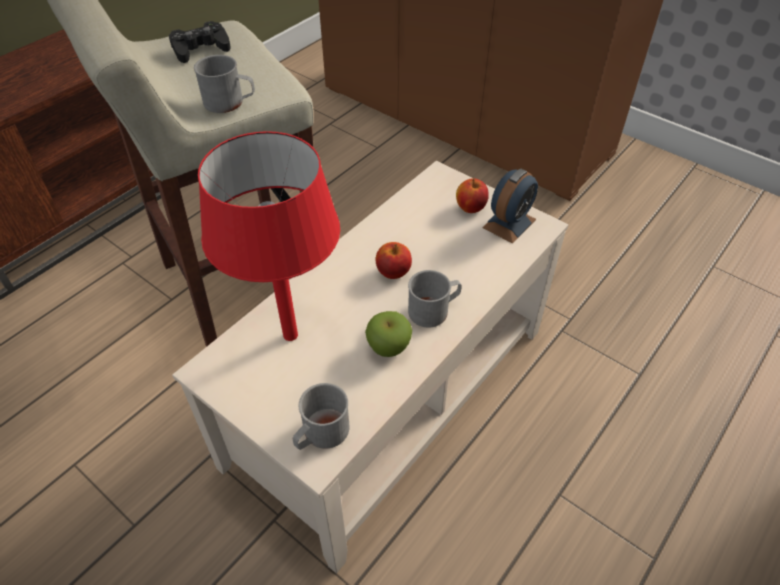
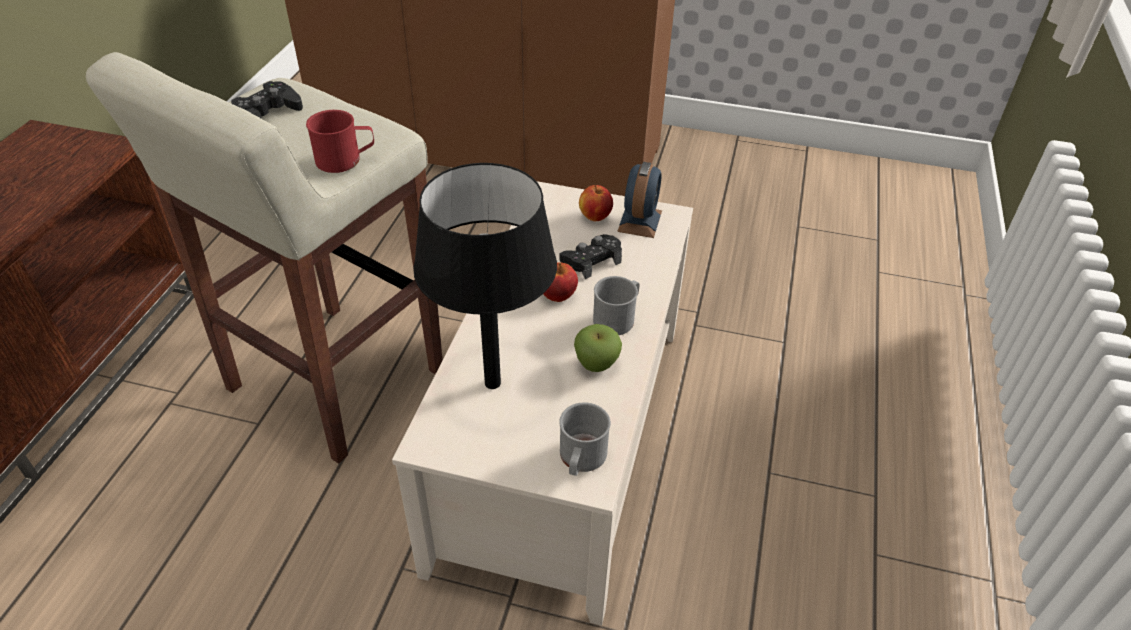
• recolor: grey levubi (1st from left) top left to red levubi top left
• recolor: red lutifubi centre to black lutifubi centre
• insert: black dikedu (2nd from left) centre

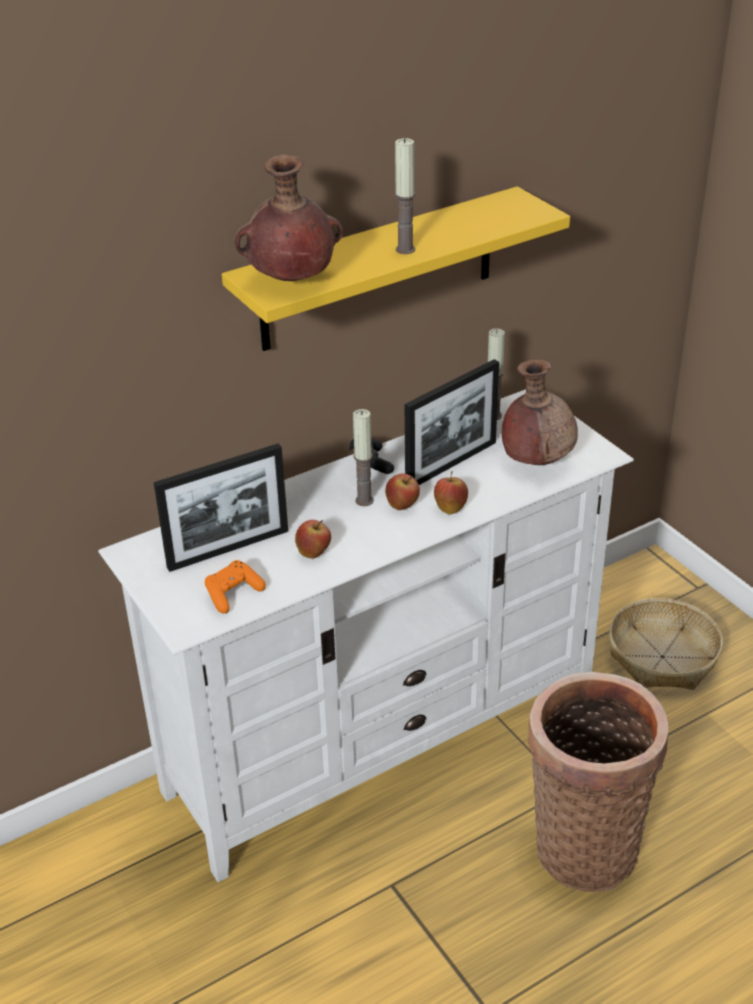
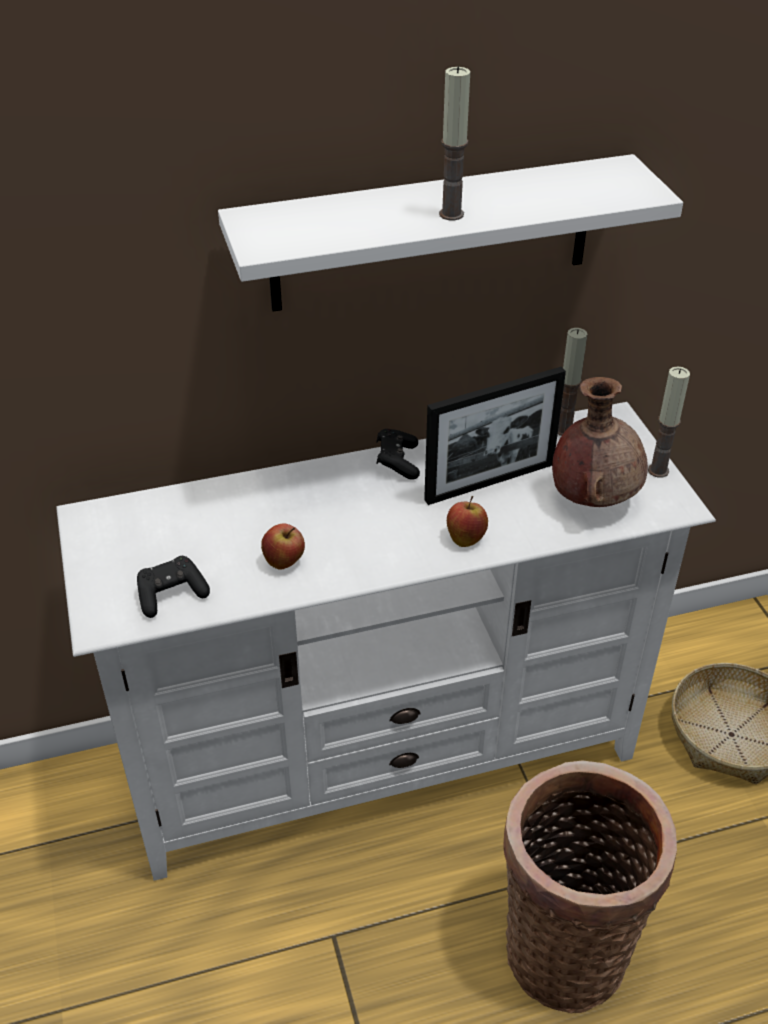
• delete: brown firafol (1st from left) top centre
• recolor: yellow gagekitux top centre to white gagekitux top centre
• move: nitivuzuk (1st from left in the first image) centre to nitivuzuk (3rd from left) middle right
• delete: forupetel (1st from left) middle left
• delete: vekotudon (2nd from left) centre
• recolor: orange dikedu middle left to black dikedu (1st from left) middle left

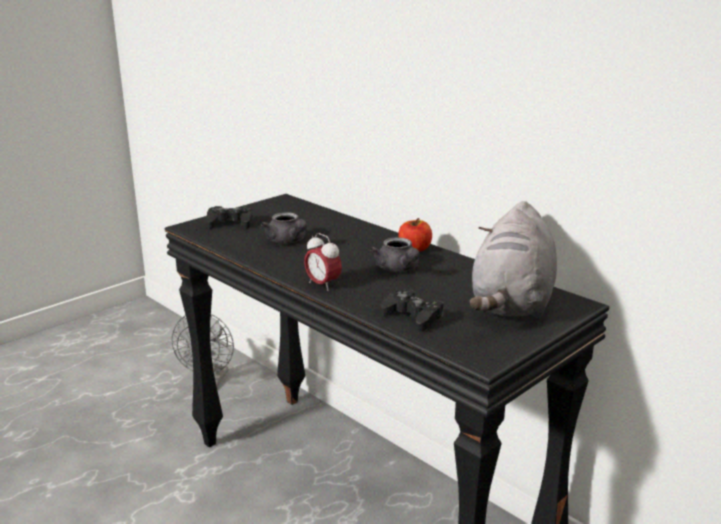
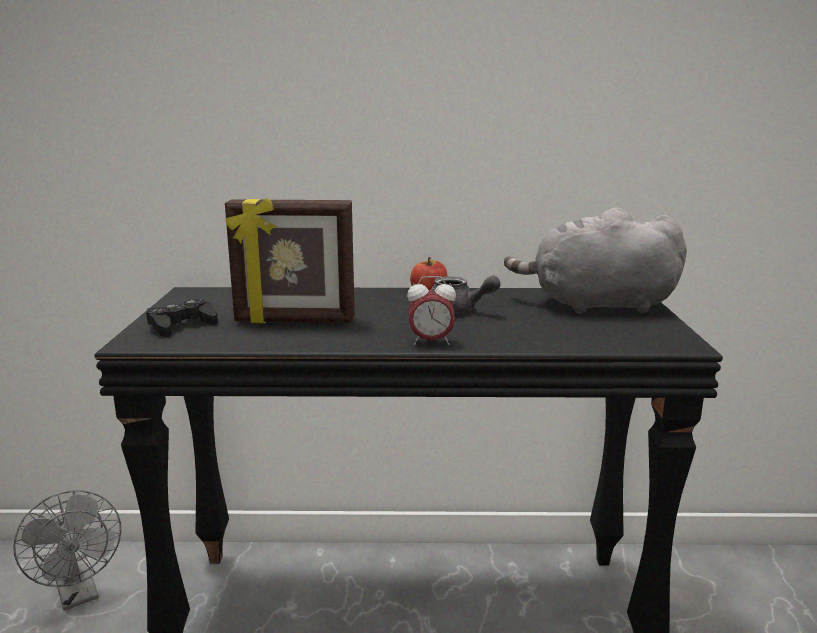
• rotate: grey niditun middle right = middle right 120 degrees clockwise
• replace: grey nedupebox (1st from left) centre to forupetel centre
• delete: black dikedu (2nd from left) centre

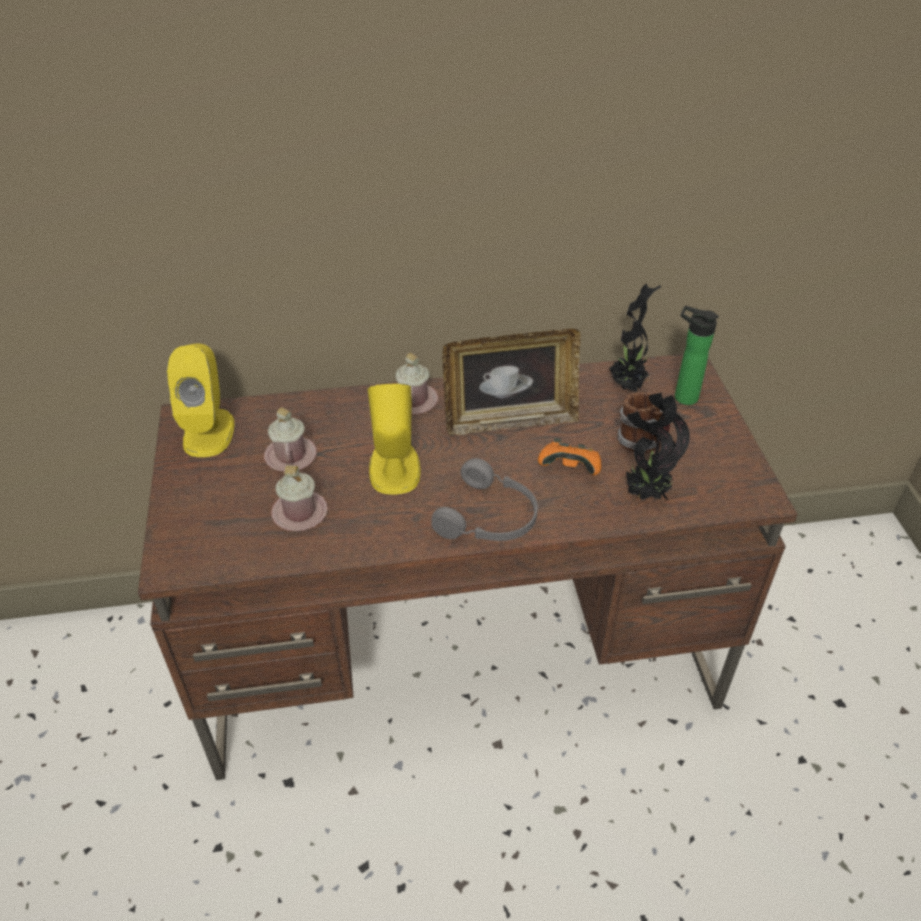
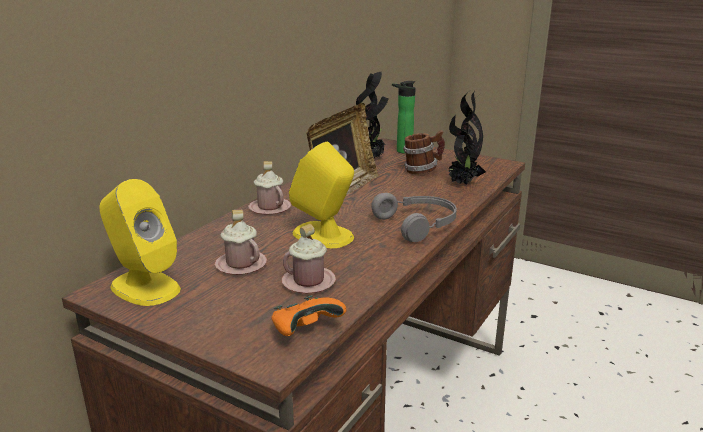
• move: orange dikedu centre to bottom centre

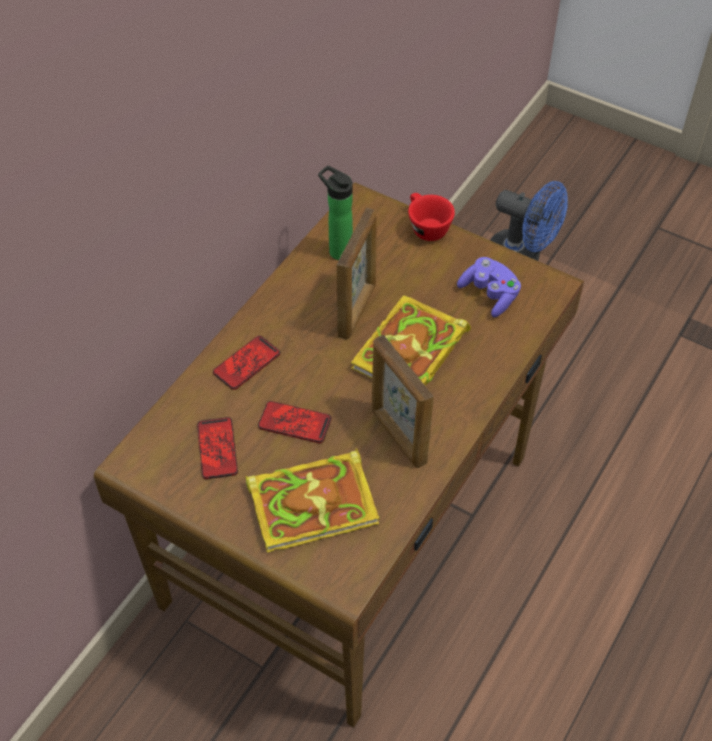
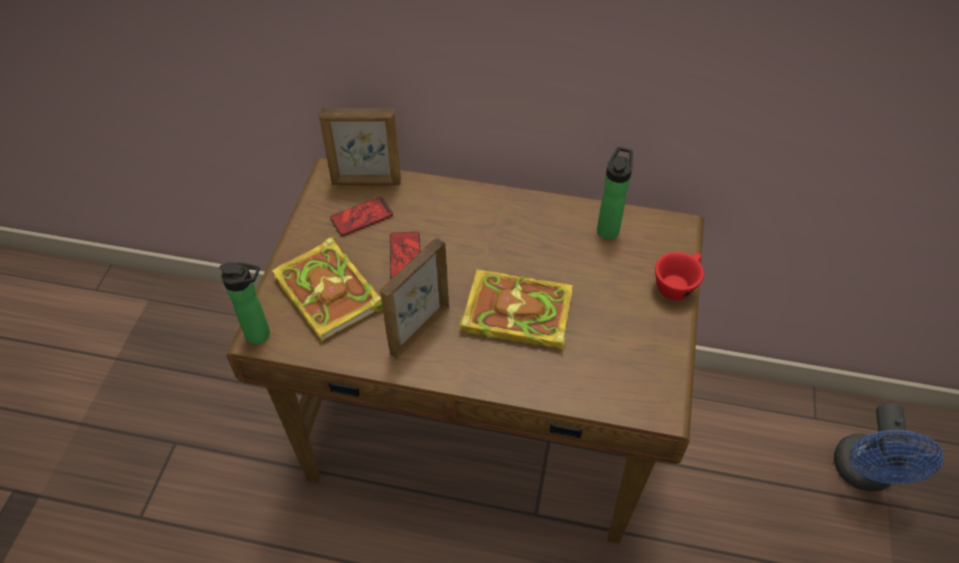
• move: forupetel (1st from left) centre to top centre
• delete: purple dikedu middle right
• delete: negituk (2nd from left) centre
• insert: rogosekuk (1st from left) middle left

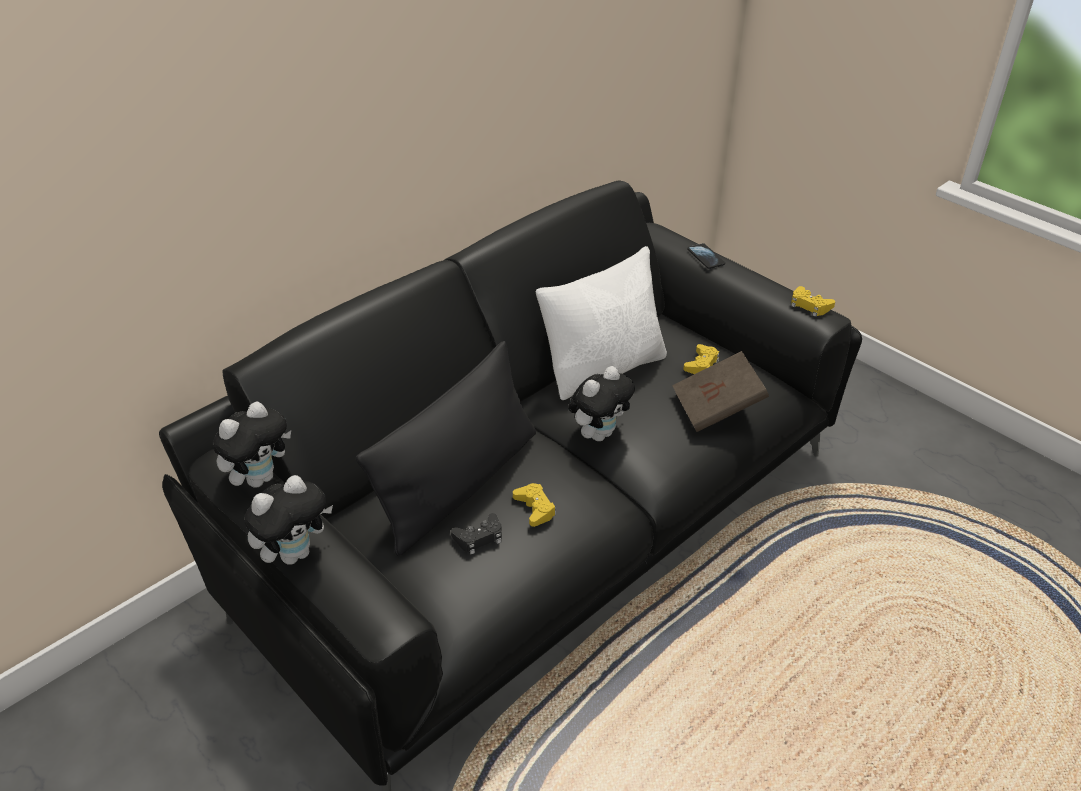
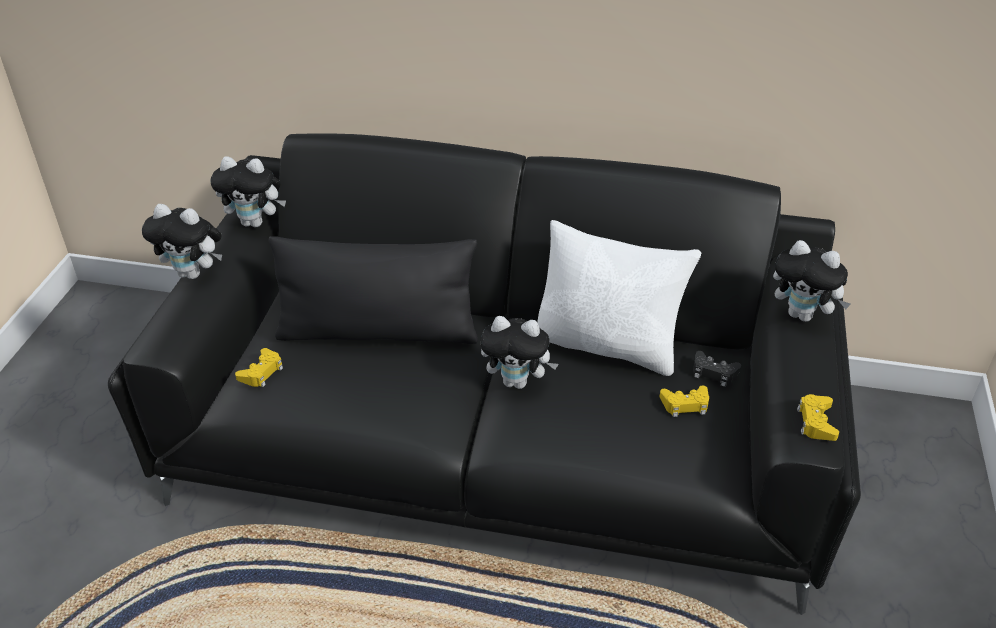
• replace: negituk top centre to niditun (4th from left) middle right
• delete: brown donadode centre
• move: yellow dikedu (1st from left) centre to middle left
• move: black dikedu bottom centre to middle right

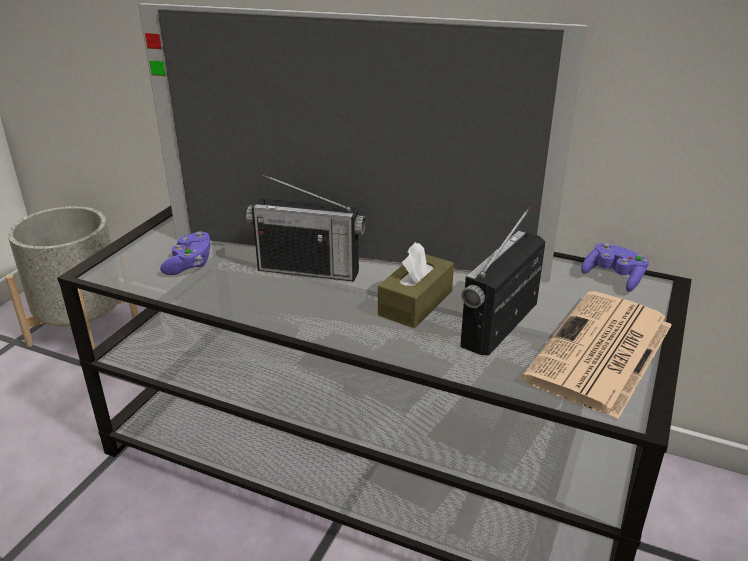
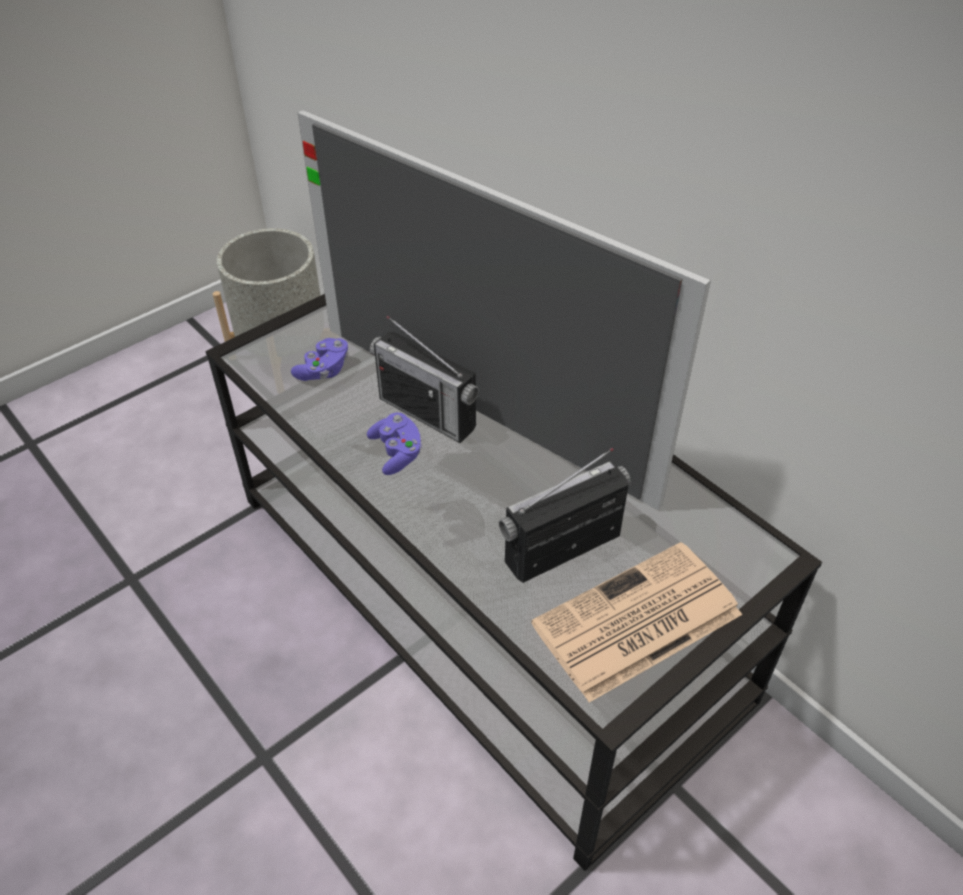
• delete: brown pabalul centre
• move: purple dikedu (2nd from left) middle right to centre

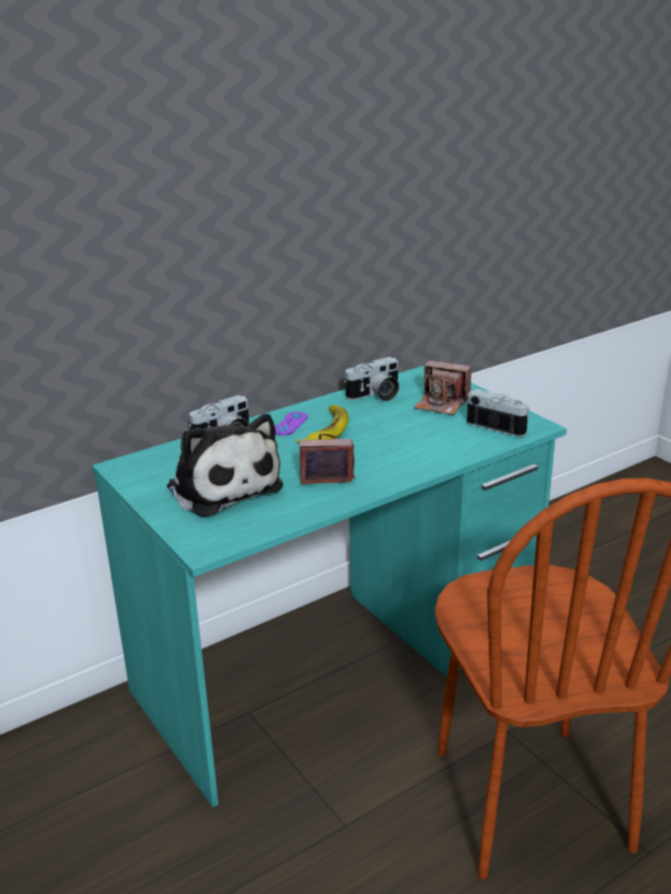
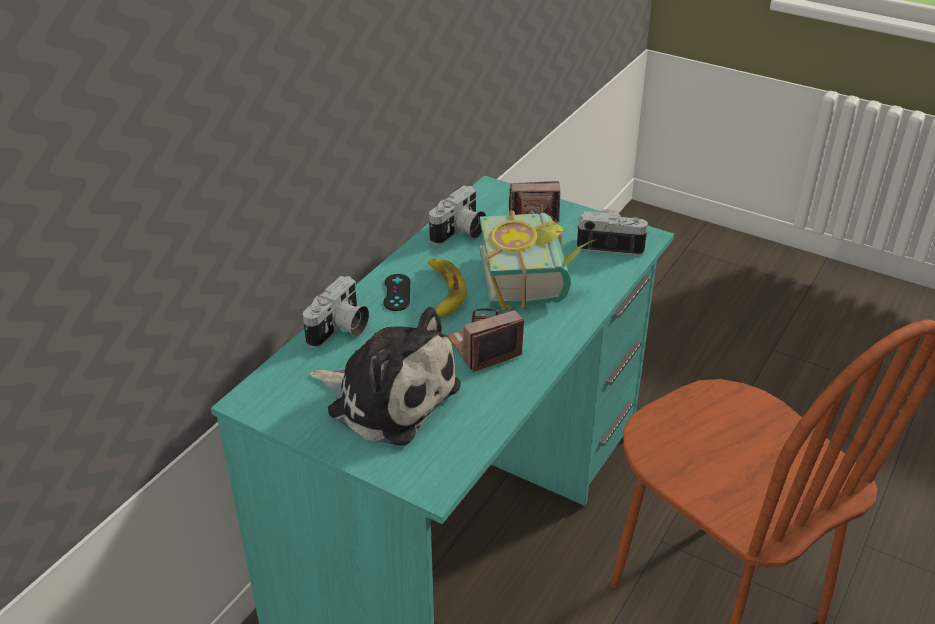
• recolor: purple dikedu centre to black dikedu centre
• insert: donadode centre

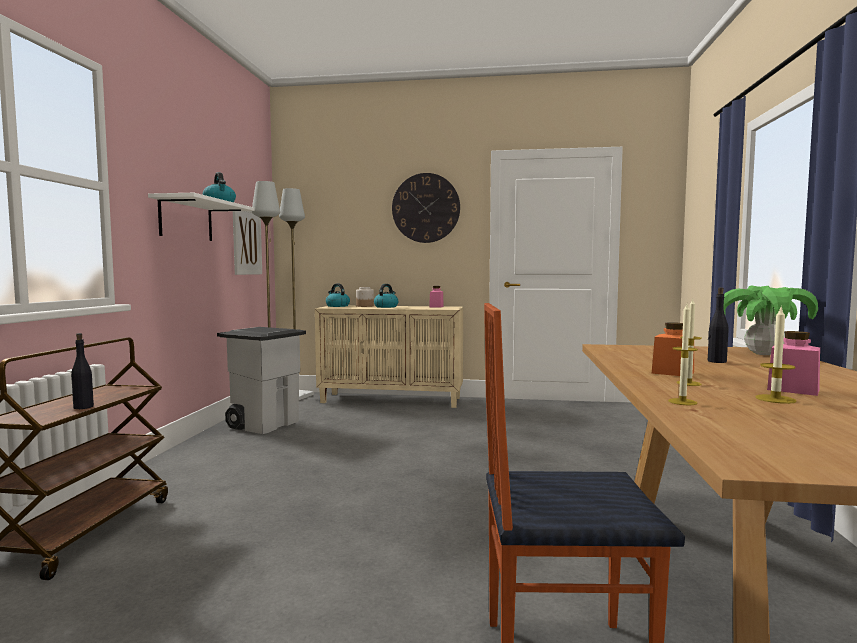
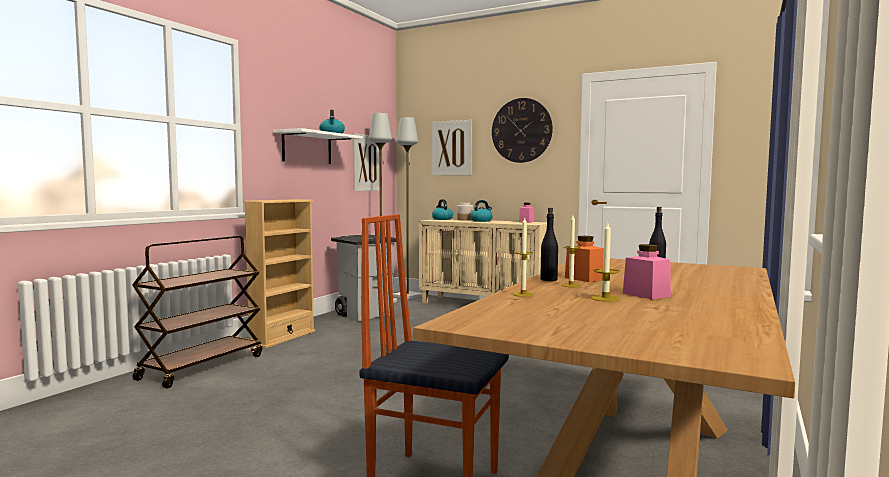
• delete: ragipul middle right
• move: black rogosekuk (1st from left) middle left to centre
• insert: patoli (2nd from left) top centre
• insert: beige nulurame middle left

